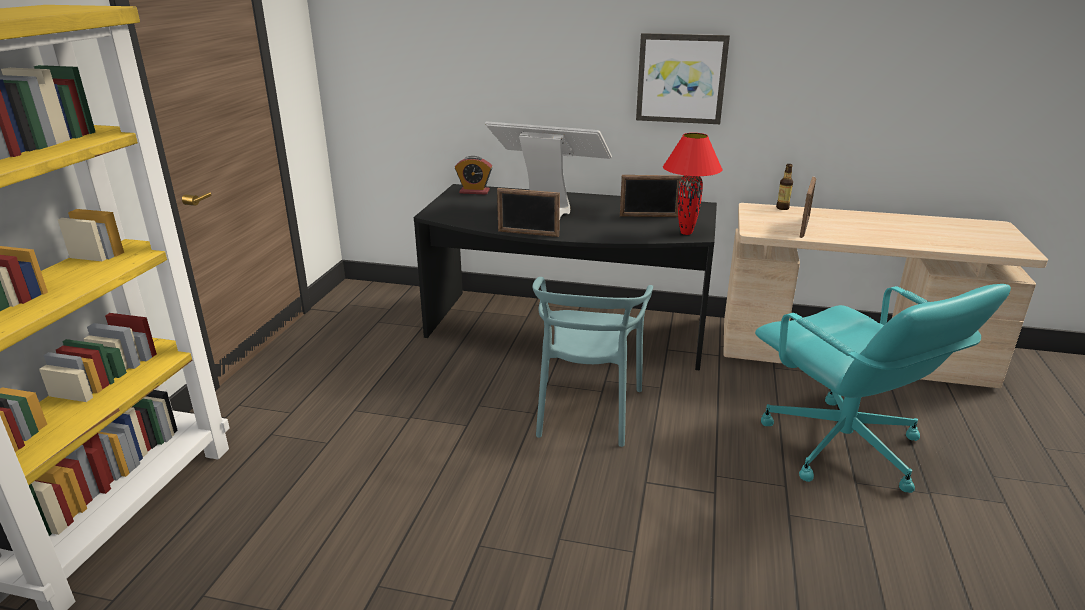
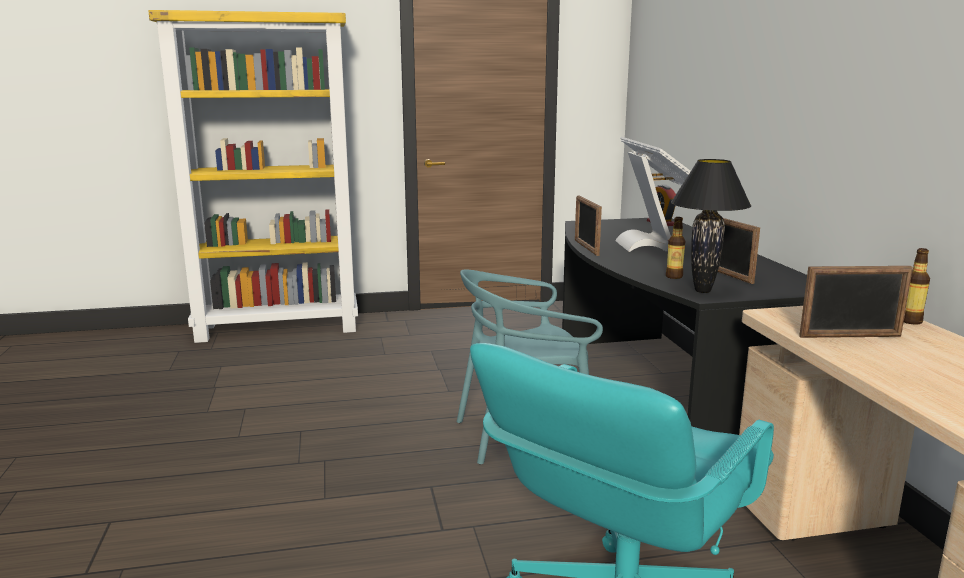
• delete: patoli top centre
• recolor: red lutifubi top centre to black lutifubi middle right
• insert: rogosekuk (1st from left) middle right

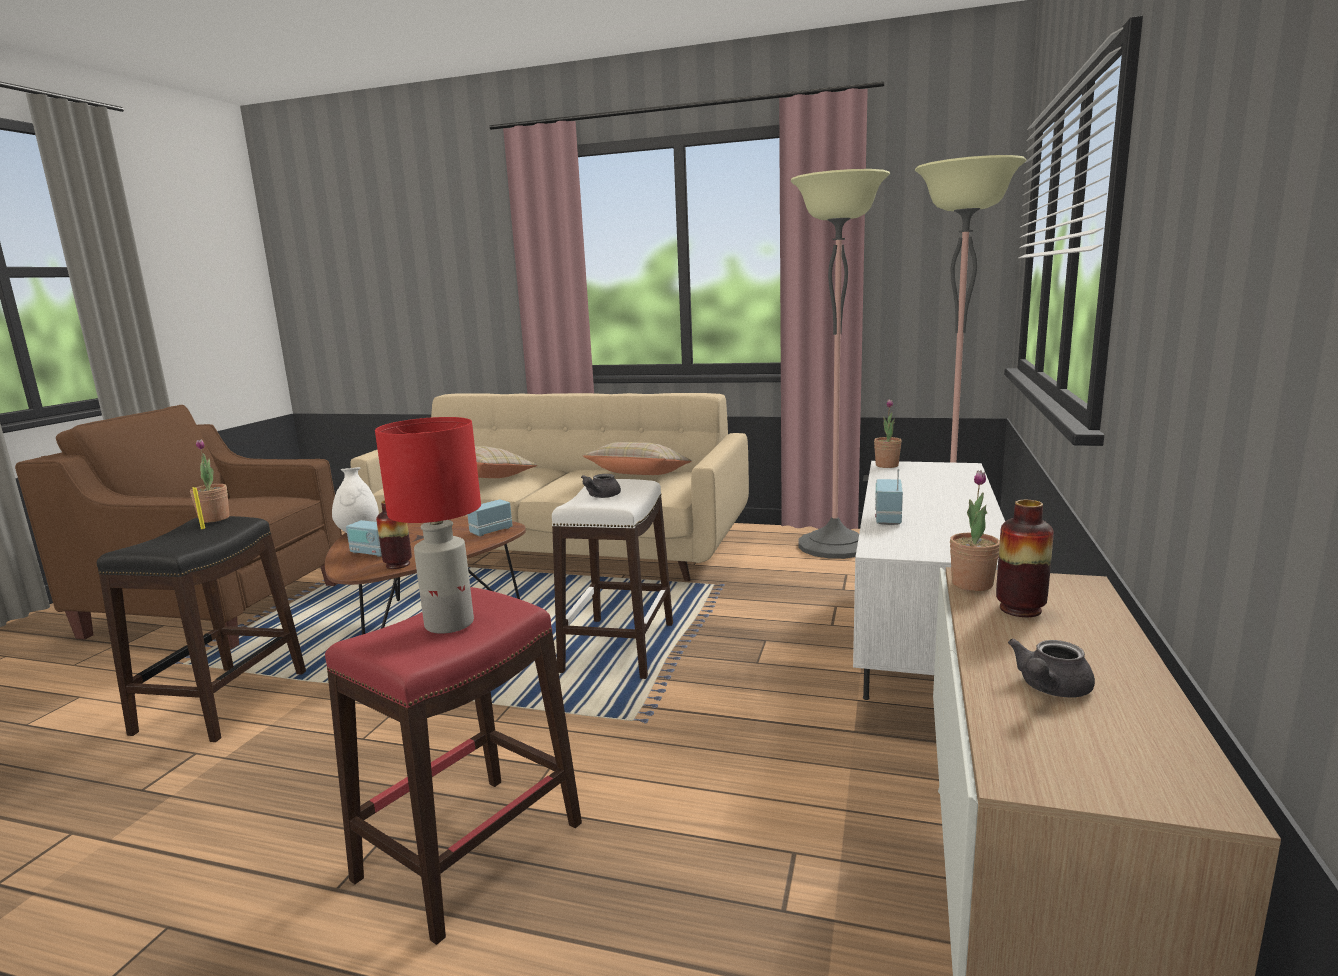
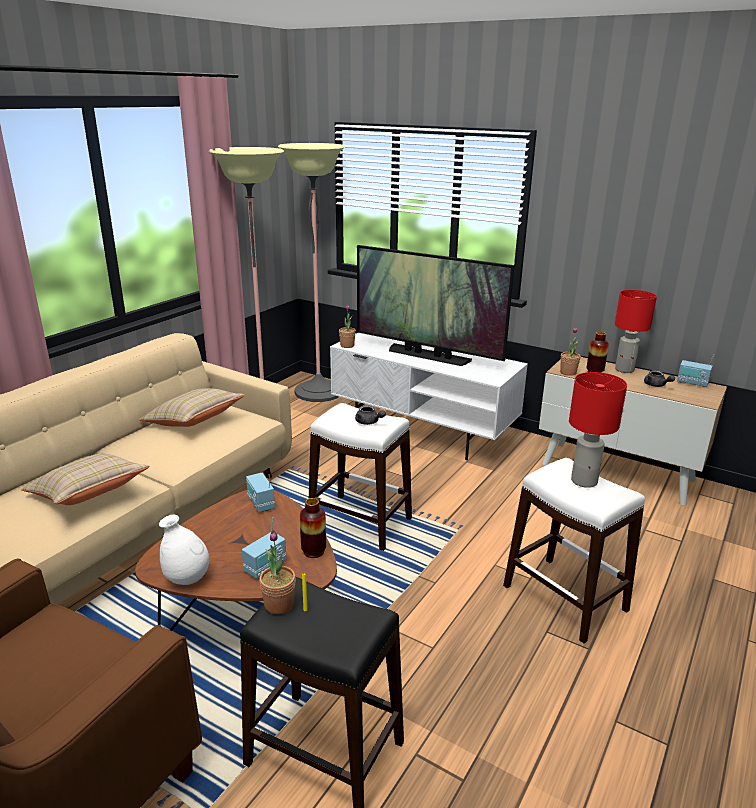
• move: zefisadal (3rd from left) centre to middle right
• recolor: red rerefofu bottom centre to white rerefofu (2nd from left) bottom right
• insert: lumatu centre
• insert: red lutifubi (2nd from left) middle right

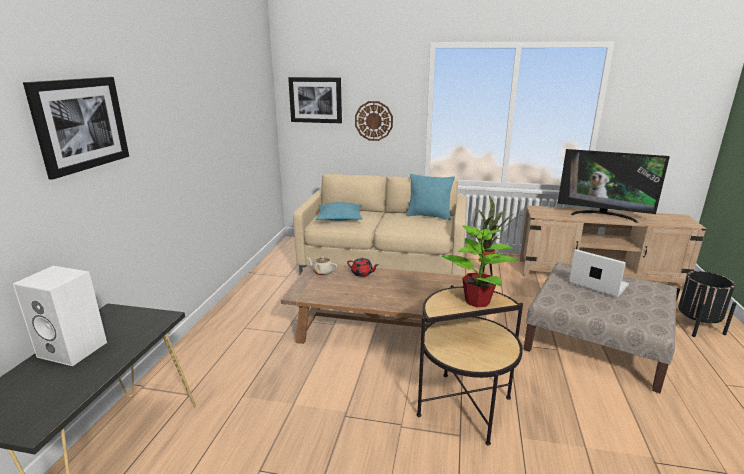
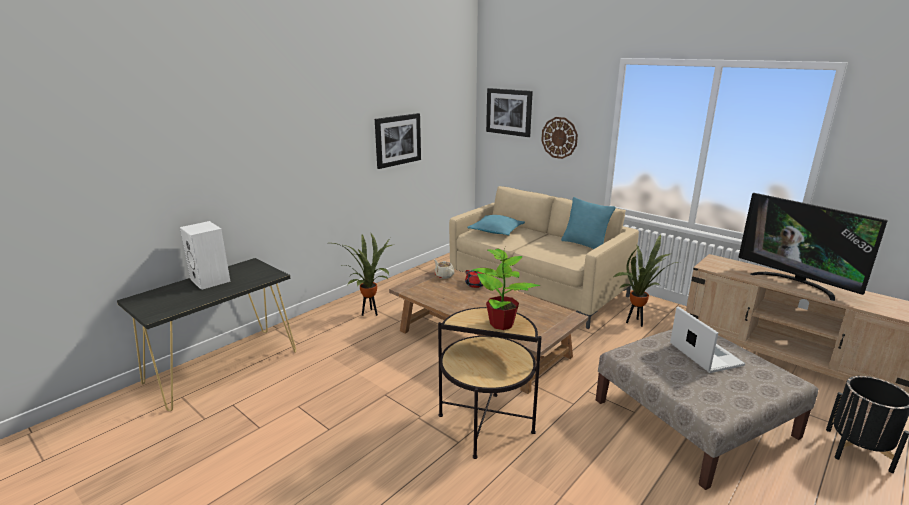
• move: patoli (1st from left) top left to top centre
• insert: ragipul (1st from left) centre

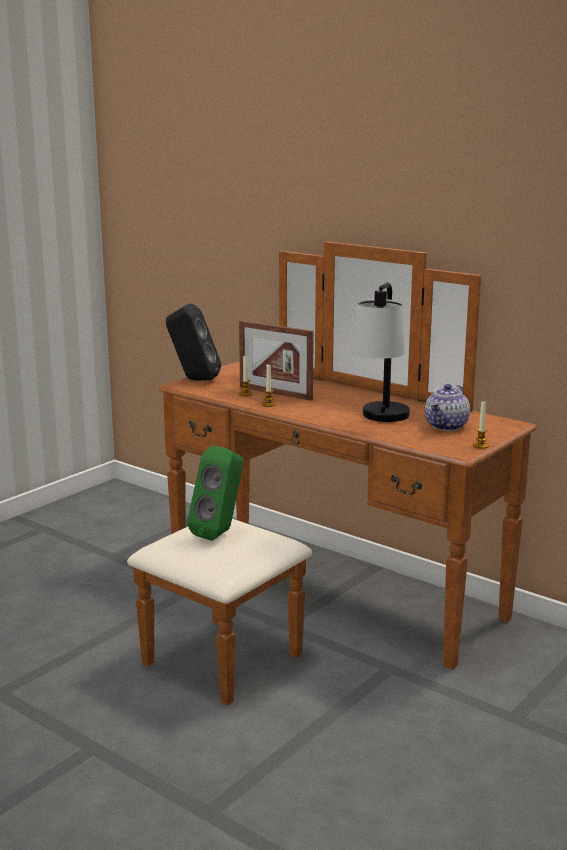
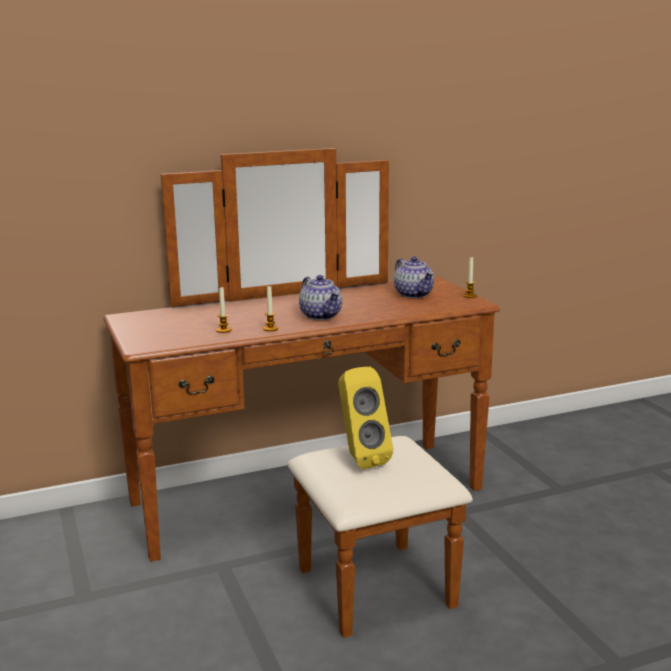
• delete: lutifubi middle right
• delete: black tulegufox centre
• delete: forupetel centre
• recolor: green tulegufox centre to yellow tulegufox centre
• insert: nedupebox (1st from left) centre

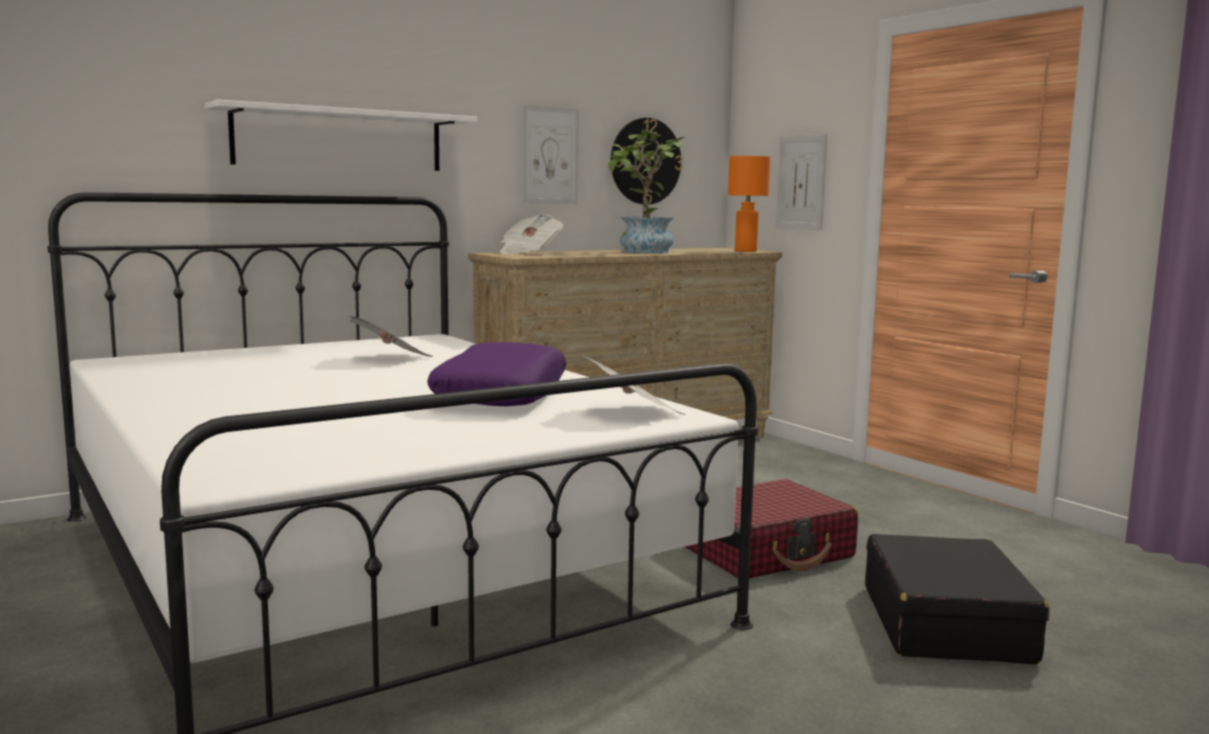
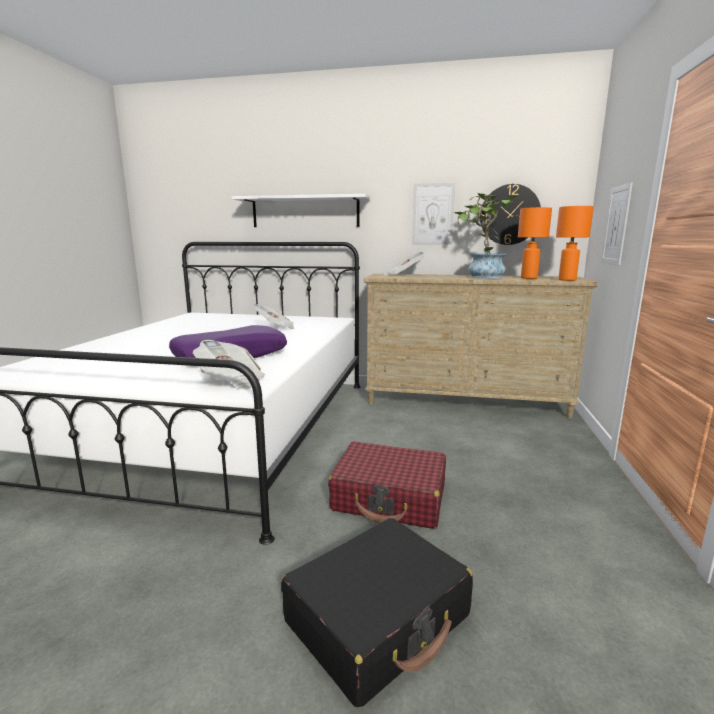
• insert: orange lutifubi (1st from left) middle right

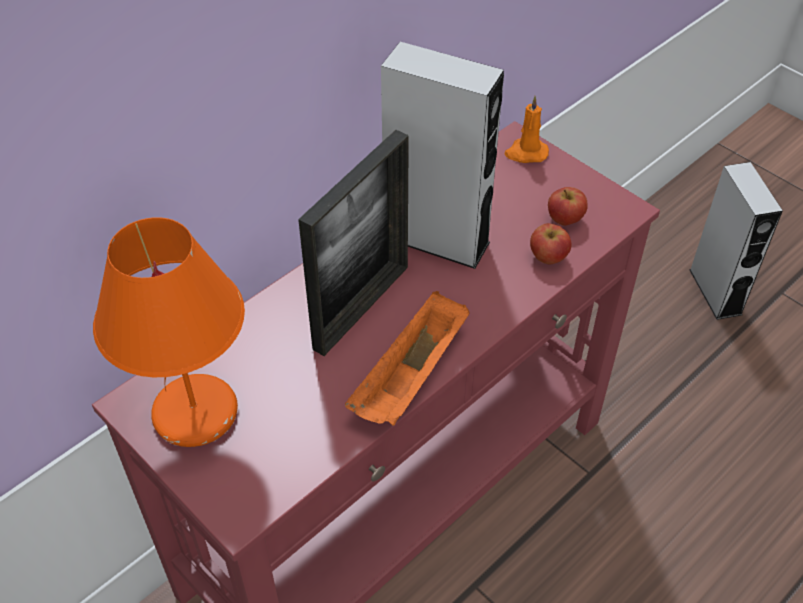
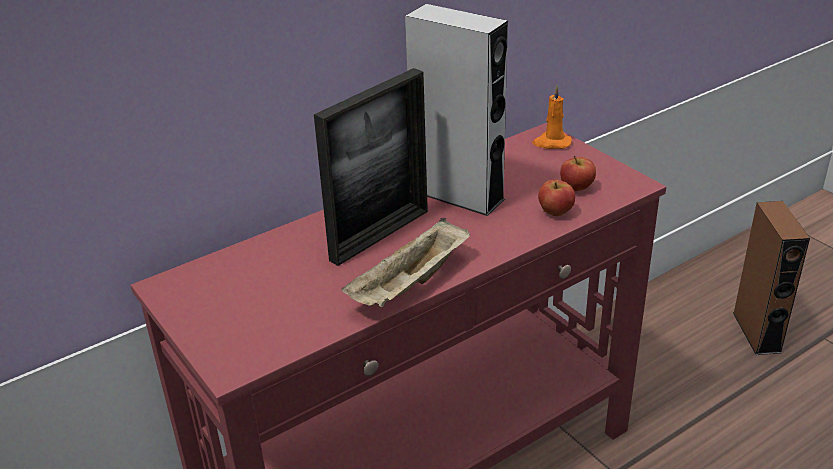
• recolor: grey tulegufox (2nd from left) middle right to brown tulegufox middle right
• delete: orange lutifubi middle left
• recolor: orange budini centre to beige budini centre

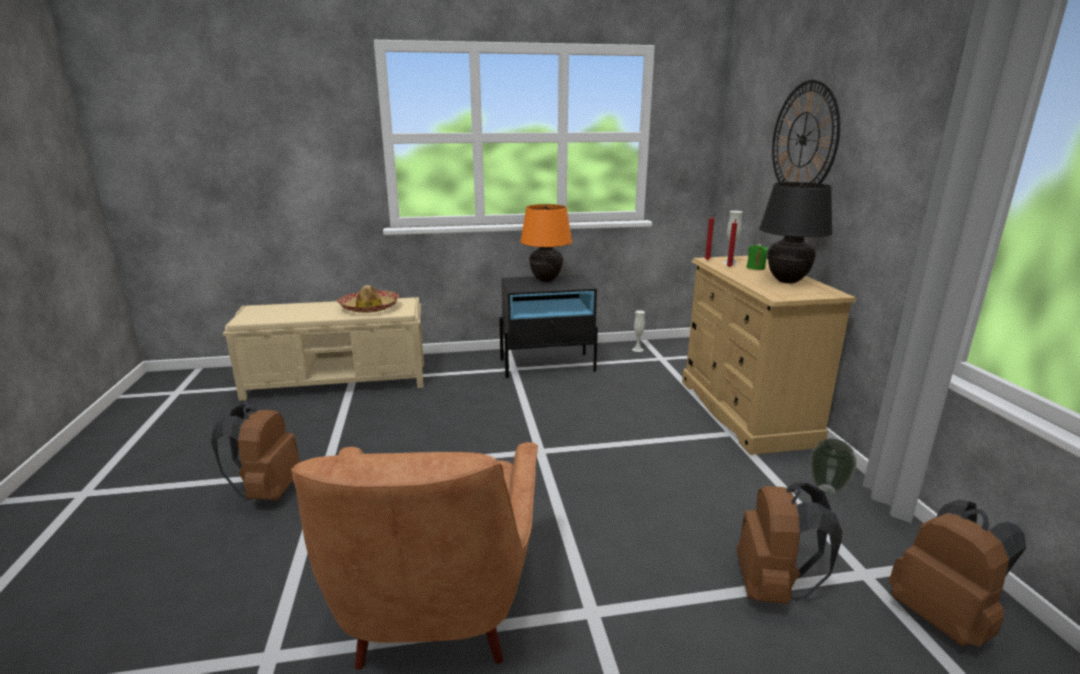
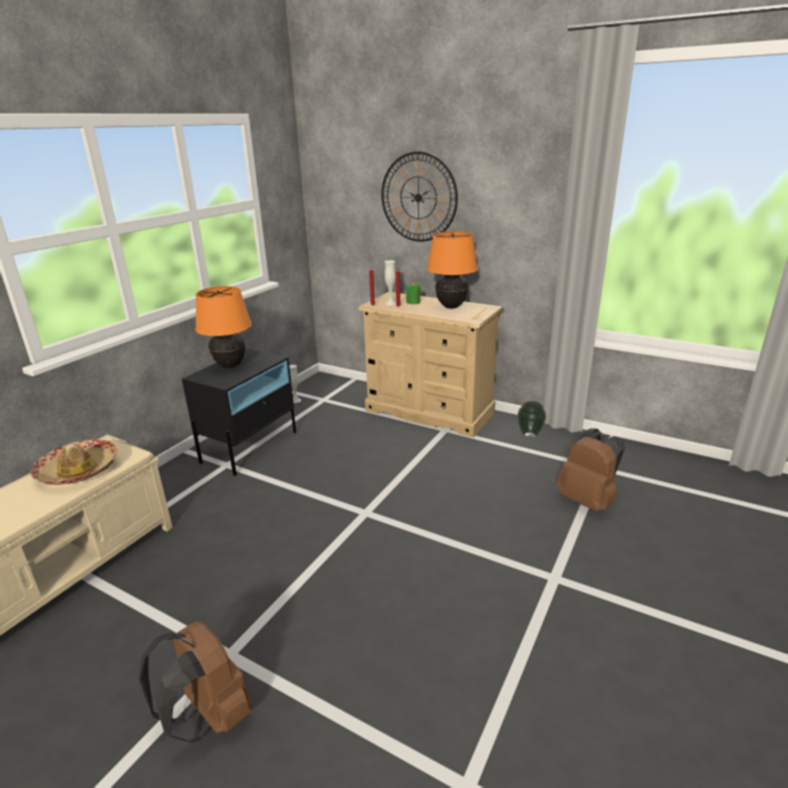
• recolor: black lutifubi middle right to orange lutifubi (2nd from left) centre
• delete: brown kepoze bottom centre
• delete: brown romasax (3rd from left) bottom right

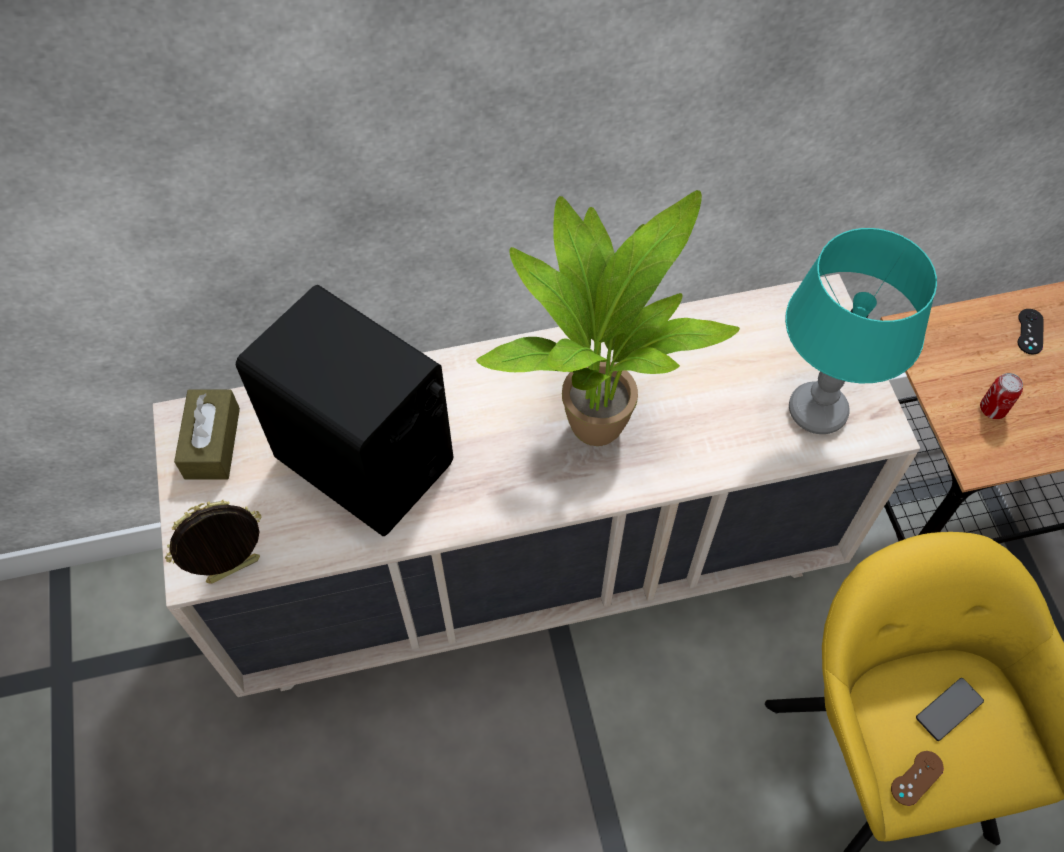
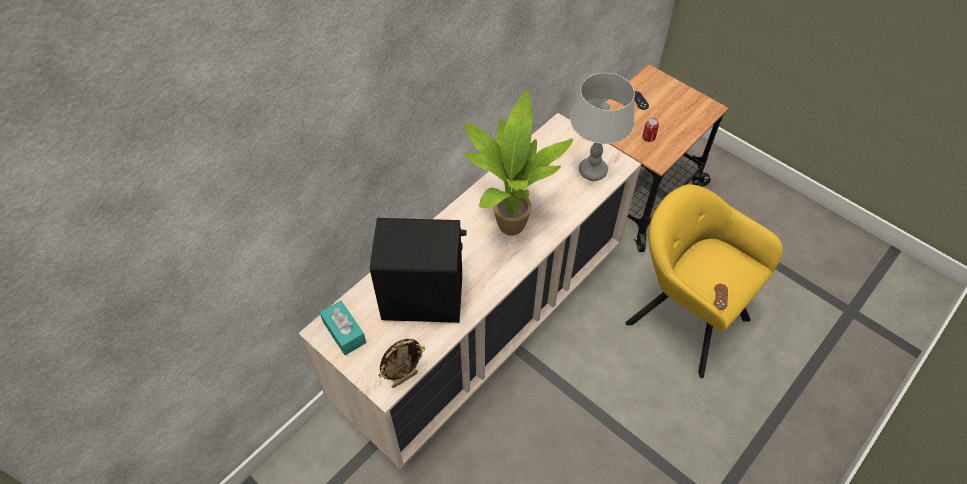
• recolor: turquoise lutifubi middle right to grey lutifubi top centre
• recolor: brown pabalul middle left to turquoise pabalul bottom centre
• rotate: forupetel middle left = bottom centre 150 degrees counterclockwise
• delete: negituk bottom right

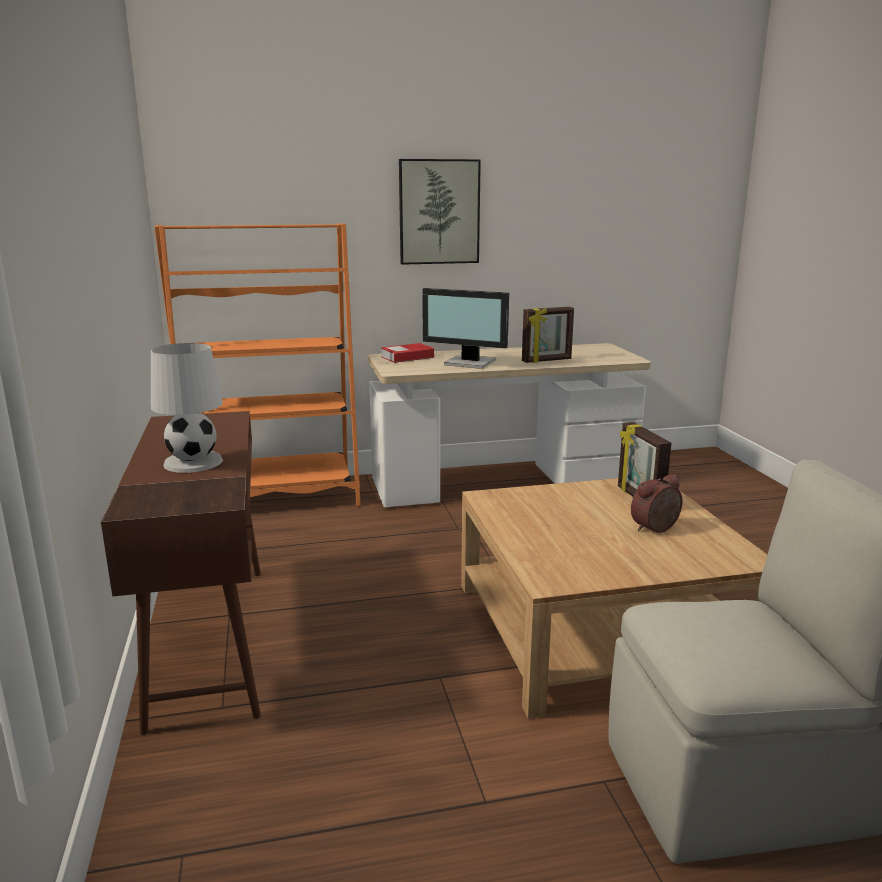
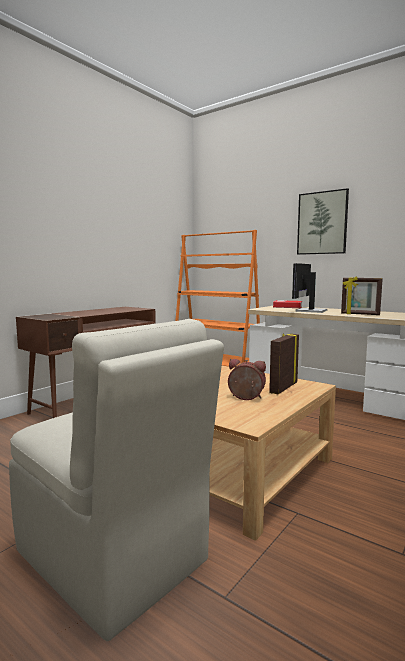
• rotate: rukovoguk centre = middle right 45 degrees clockwise
• delete: white lutifubi middle left

